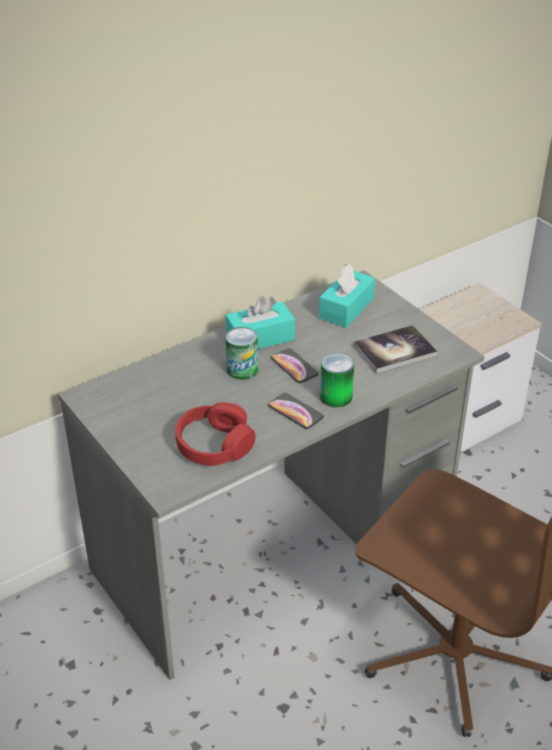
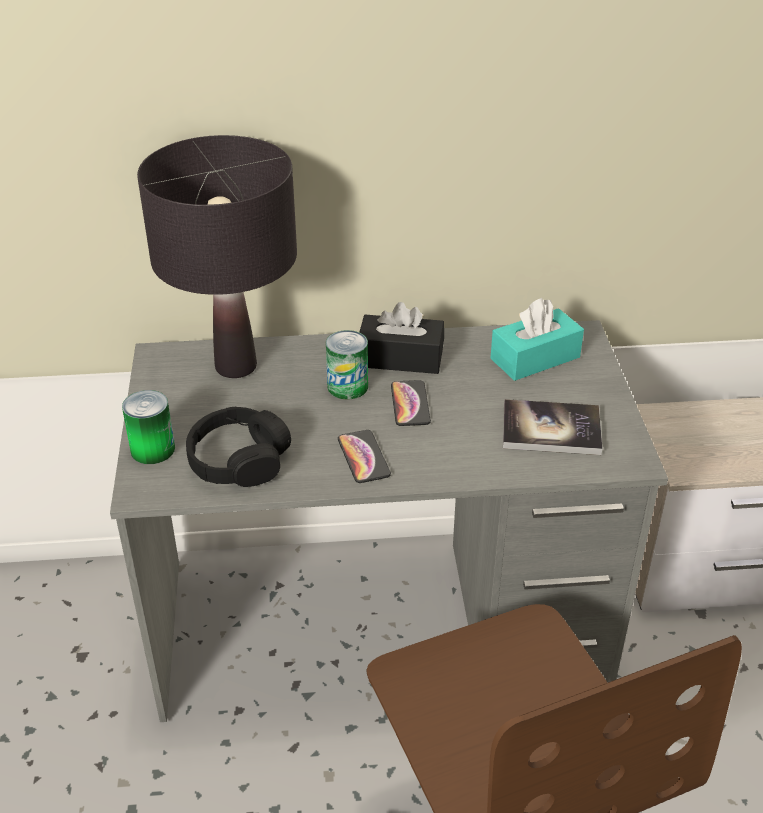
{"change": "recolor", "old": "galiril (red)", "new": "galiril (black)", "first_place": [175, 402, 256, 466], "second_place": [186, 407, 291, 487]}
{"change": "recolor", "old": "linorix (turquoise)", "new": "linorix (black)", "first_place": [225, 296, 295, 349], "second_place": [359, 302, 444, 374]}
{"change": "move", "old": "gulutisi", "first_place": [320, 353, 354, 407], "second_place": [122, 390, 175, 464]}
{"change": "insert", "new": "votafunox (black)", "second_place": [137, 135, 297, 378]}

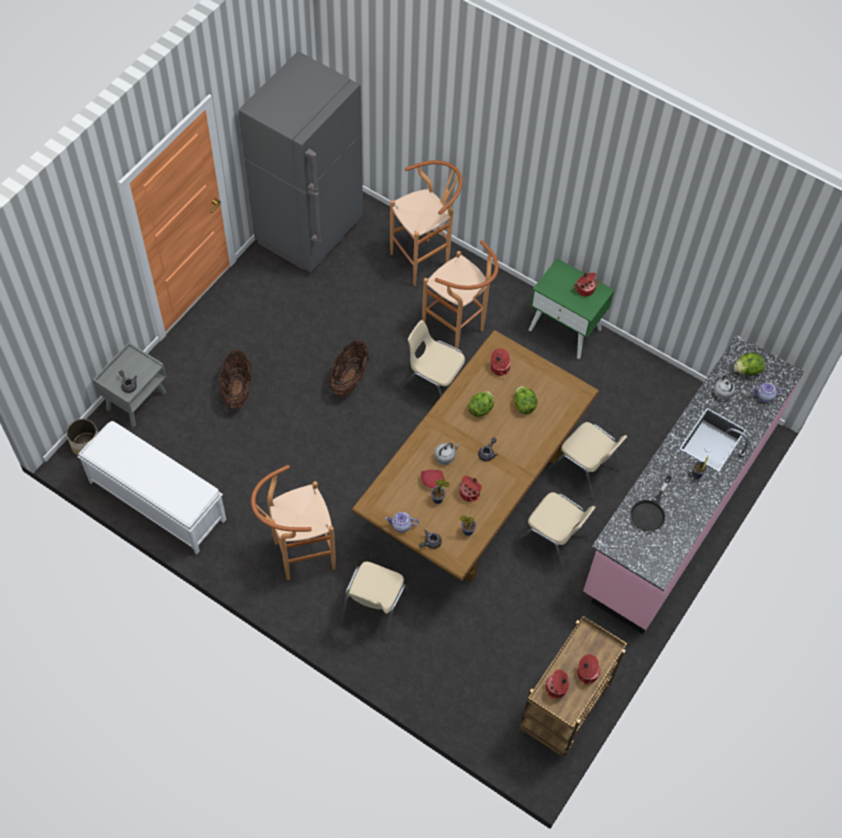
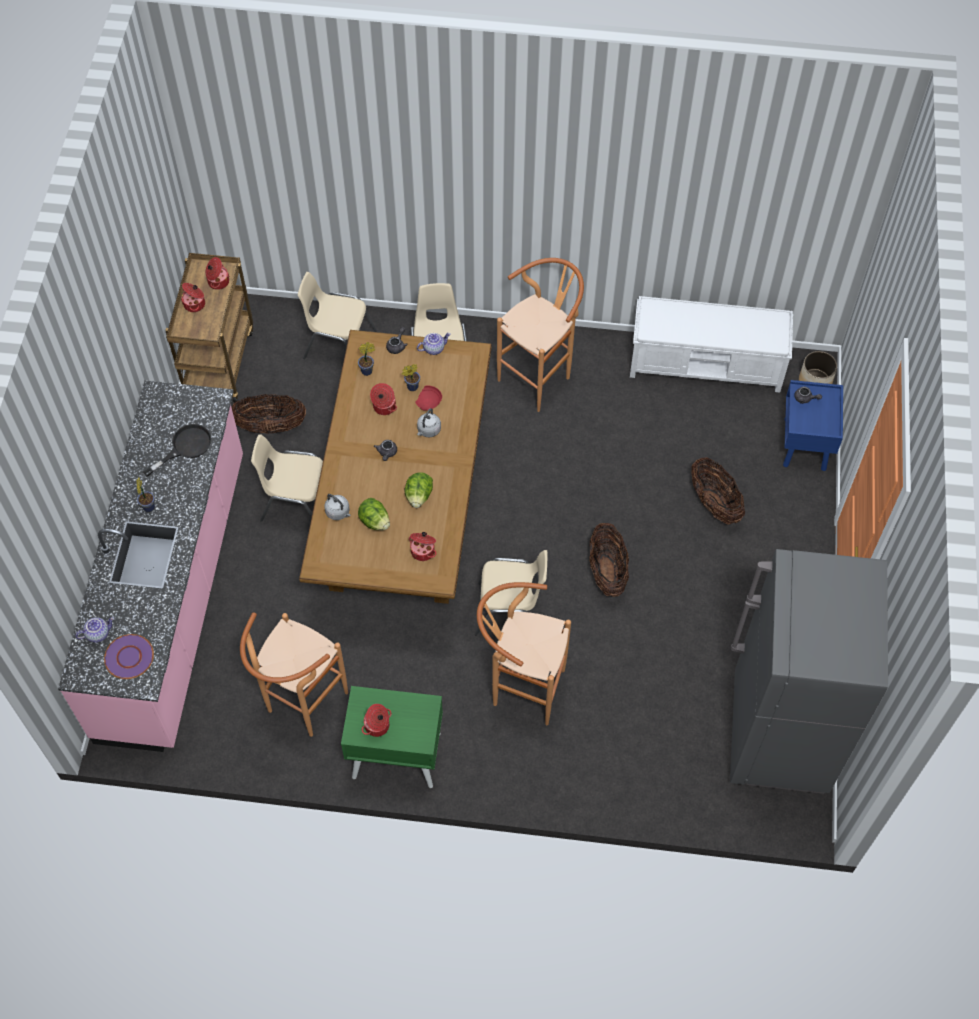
{"change": "recolor", "old": "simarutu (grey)", "new": "simarutu (blue)", "first_place": [93, 342, 167, 427], "second_place": [783, 380, 843, 471]}
{"change": "move", "old": "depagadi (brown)", "first_place": [390, 160, 463, 286], "second_place": [240, 613, 348, 737]}
{"change": "move", "old": "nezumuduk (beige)", "first_place": [548, 422, 627, 500], "second_place": [298, 272, 377, 359]}
{"change": "rotate", "old": "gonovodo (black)", "first_place": [631, 475, 672, 531], "second_place": [143, 424, 212, 477], "degrees": 45}
{"change": "move", "old": "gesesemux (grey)", "first_place": [714, 372, 735, 400], "second_place": [324, 494, 351, 520]}
{"change": "replace", "old": "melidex", "new": "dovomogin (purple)", "first_place": [734, 353, 765, 375], "second_place": [104, 634, 154, 679]}
{"change": "insert", "new": "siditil", "second_place": [231, 394, 306, 434]}

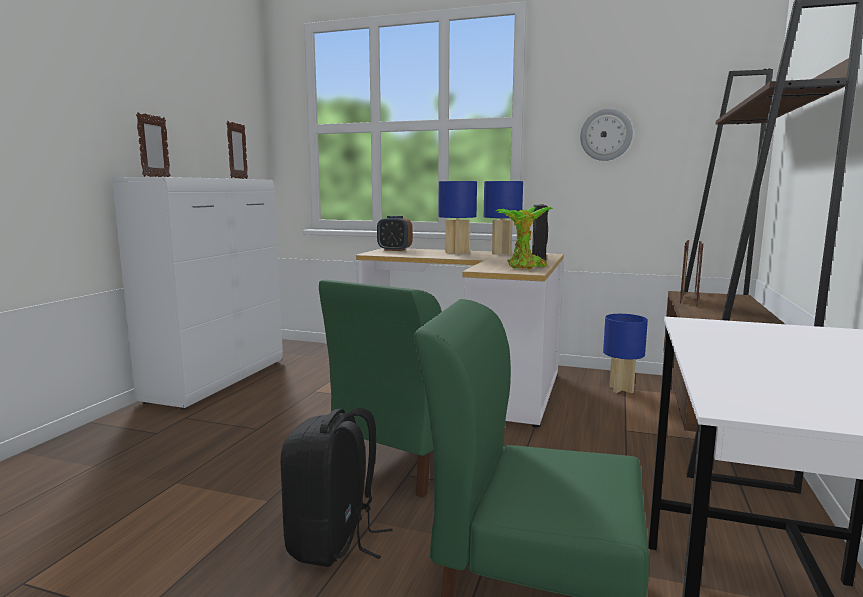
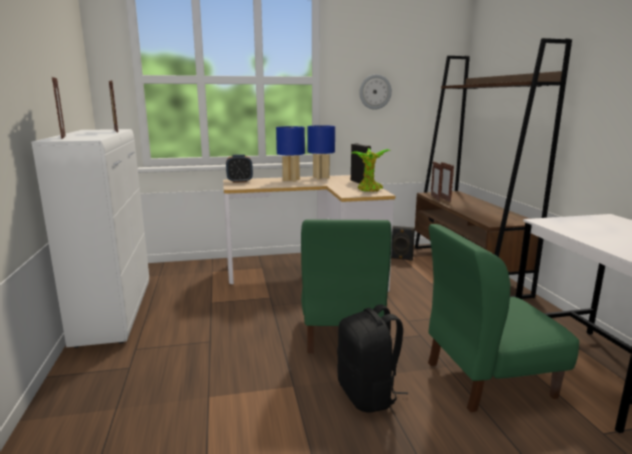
{"change": "replace", "old": "votafunox (blue)", "new": "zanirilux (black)", "first_place": [603, 314, 648, 393], "second_place": [391, 226, 415, 261]}

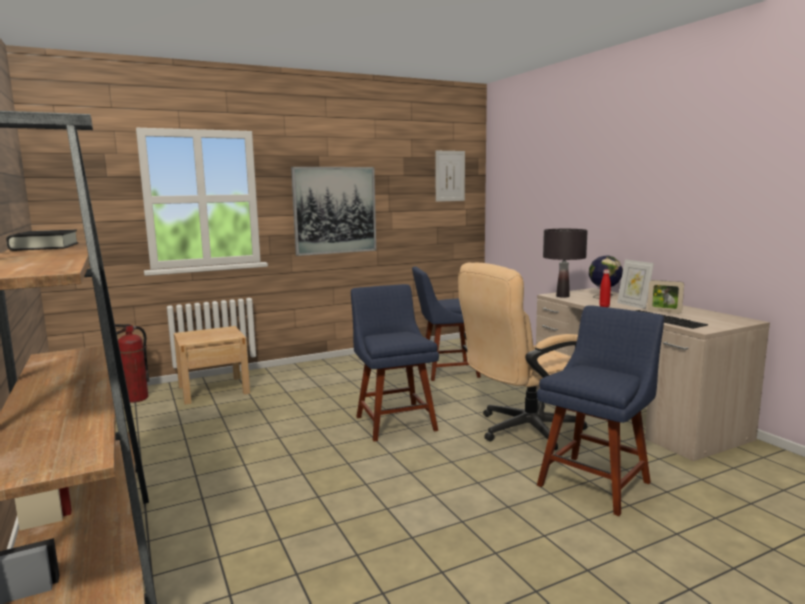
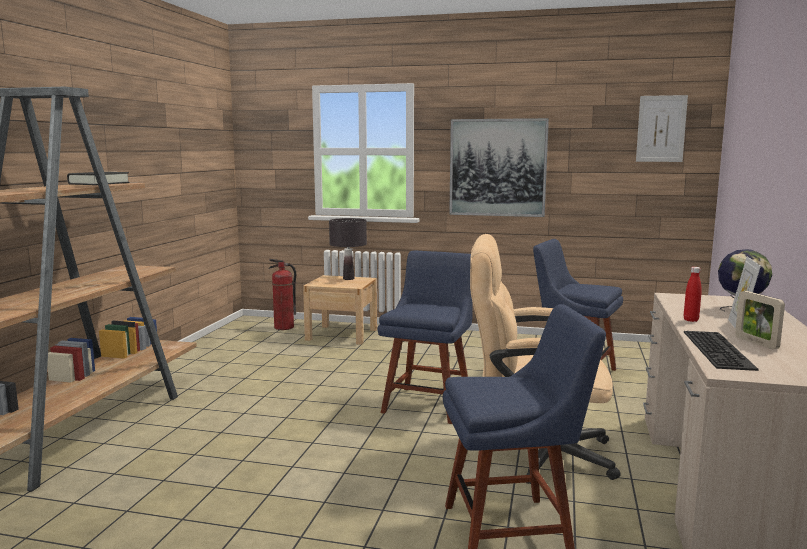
{"change": "move", "old": "votafunox (black)", "first_place": [543, 229, 588, 298], "second_place": [329, 218, 367, 280]}

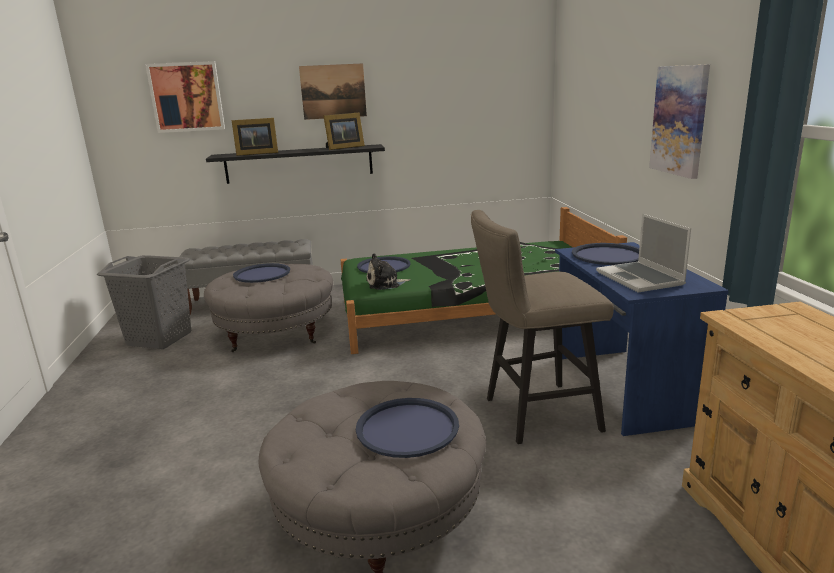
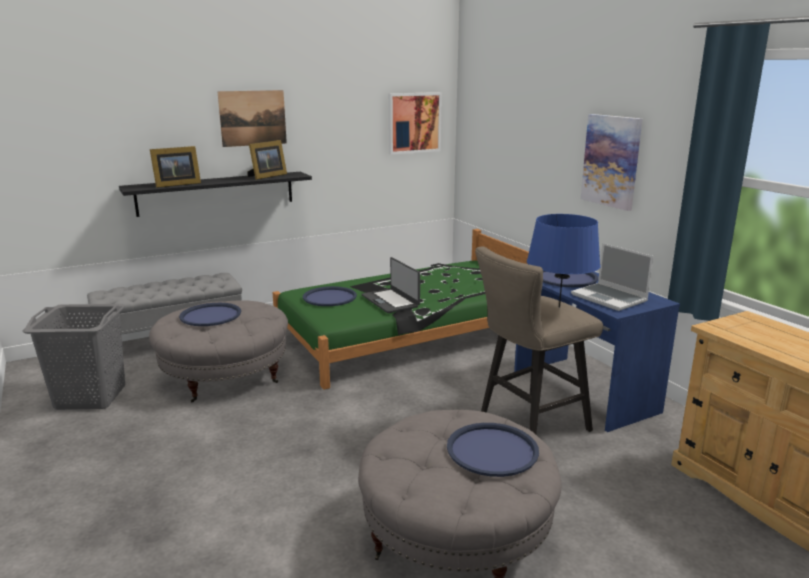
{"change": "move", "old": "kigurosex", "first_place": [145, 61, 225, 133], "second_place": [388, 92, 442, 155]}
{"change": "delete", "old": "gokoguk", "first_place": [366, 253, 411, 290]}
{"change": "insert", "new": "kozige", "second_place": [362, 257, 420, 313]}
{"change": "insert", "new": "votafunox (blue)", "second_place": [527, 214, 601, 308]}

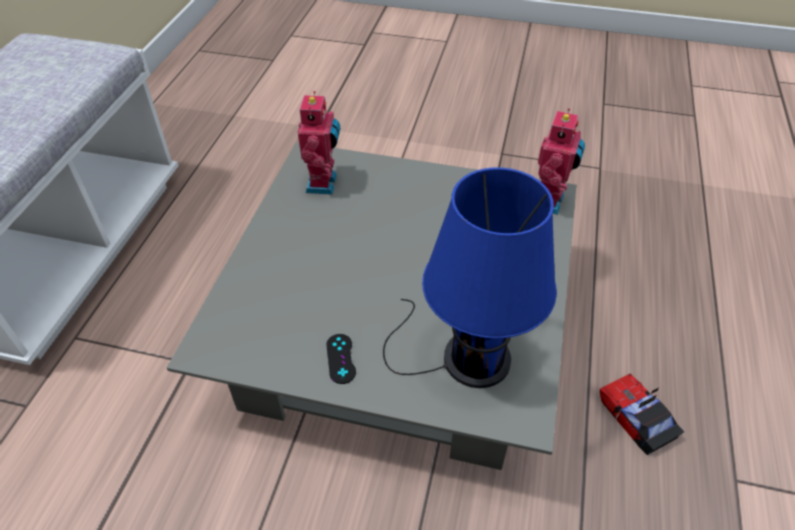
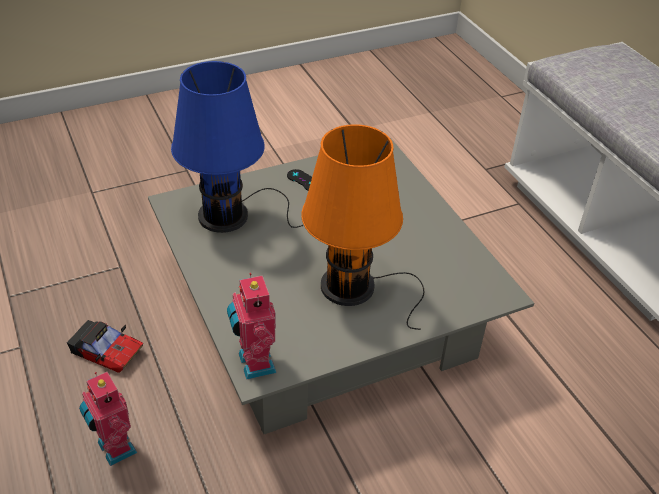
{"change": "move", "old": "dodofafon", "first_place": [298, 91, 340, 195], "second_place": [79, 372, 137, 466]}
{"change": "insert", "new": "votafunox (orange)", "second_place": [301, 124, 424, 330]}

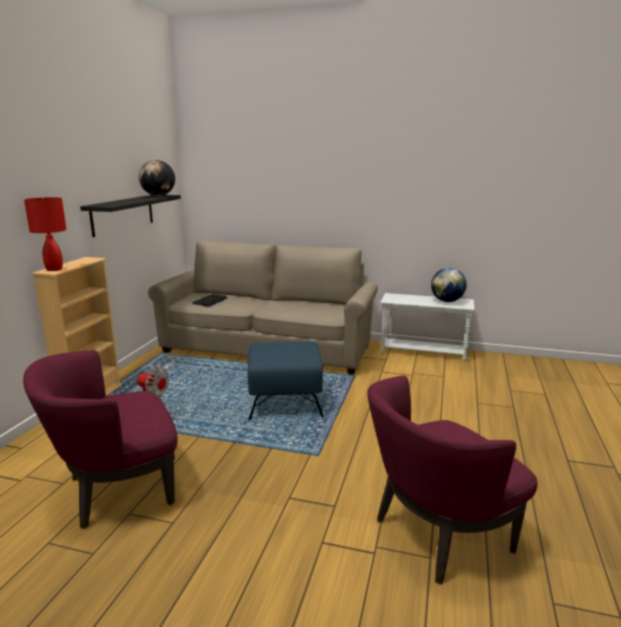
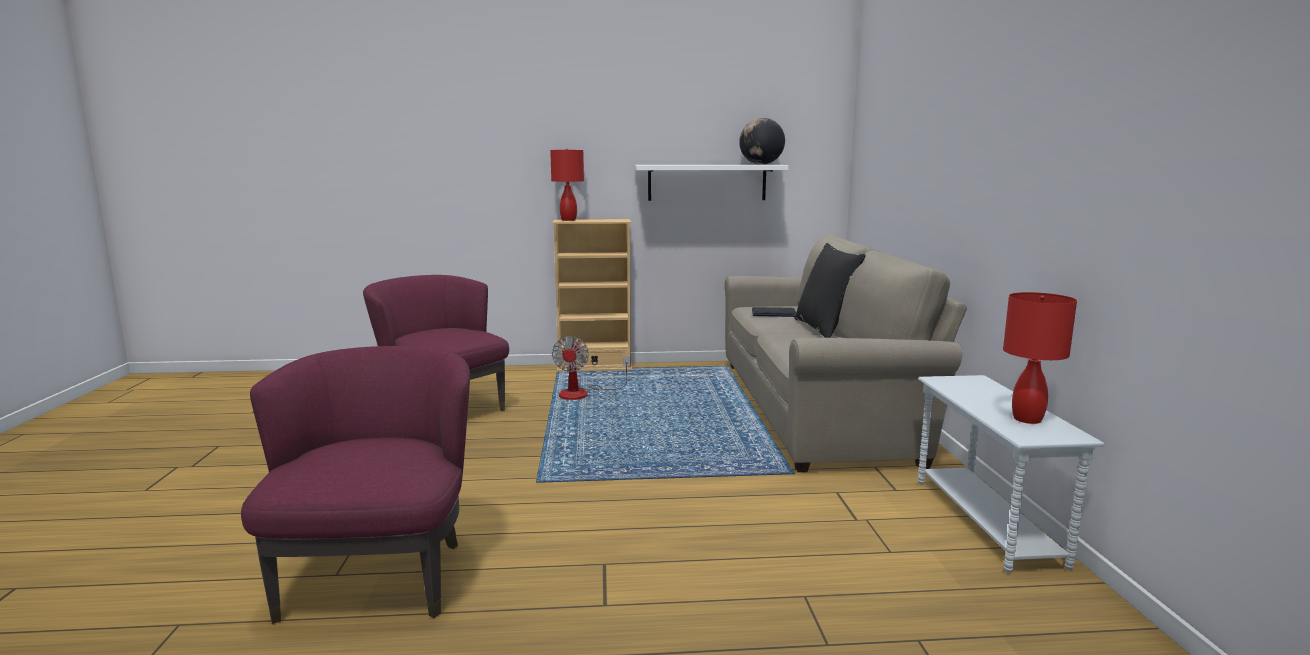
{"change": "recolor", "old": "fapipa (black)", "new": "fapipa (white)", "first_place": [80, 195, 181, 237], "second_place": [635, 165, 789, 201]}
{"change": "delete", "old": "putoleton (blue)", "first_place": [247, 342, 324, 420]}
{"change": "rotate", "old": "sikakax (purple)", "first_place": [367, 376, 537, 585], "second_place": [241, 346, 470, 624], "degrees": 45}
{"change": "replace", "old": "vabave", "new": "votafunox (red)", "first_place": [431, 268, 467, 302], "second_place": [1003, 292, 1077, 424]}
{"change": "insert", "new": "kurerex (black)", "second_place": [794, 243, 865, 338]}

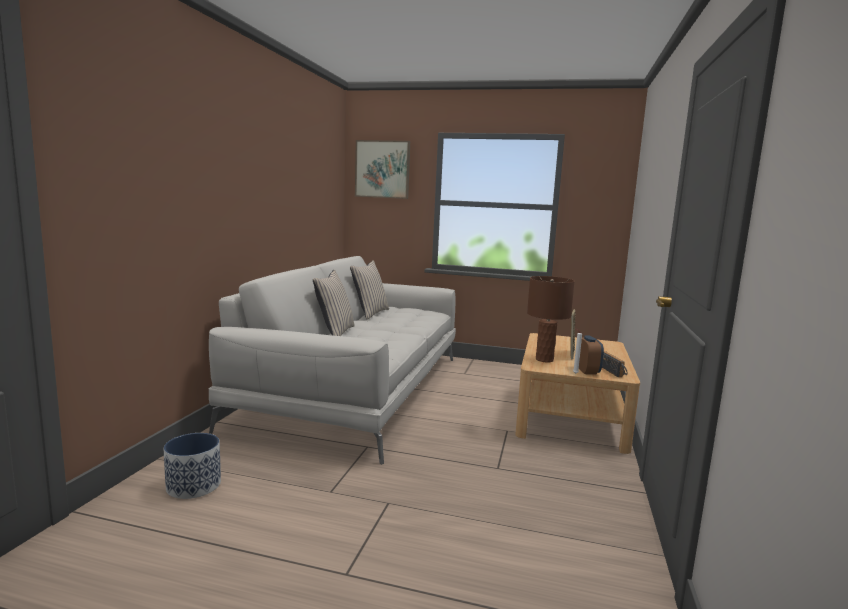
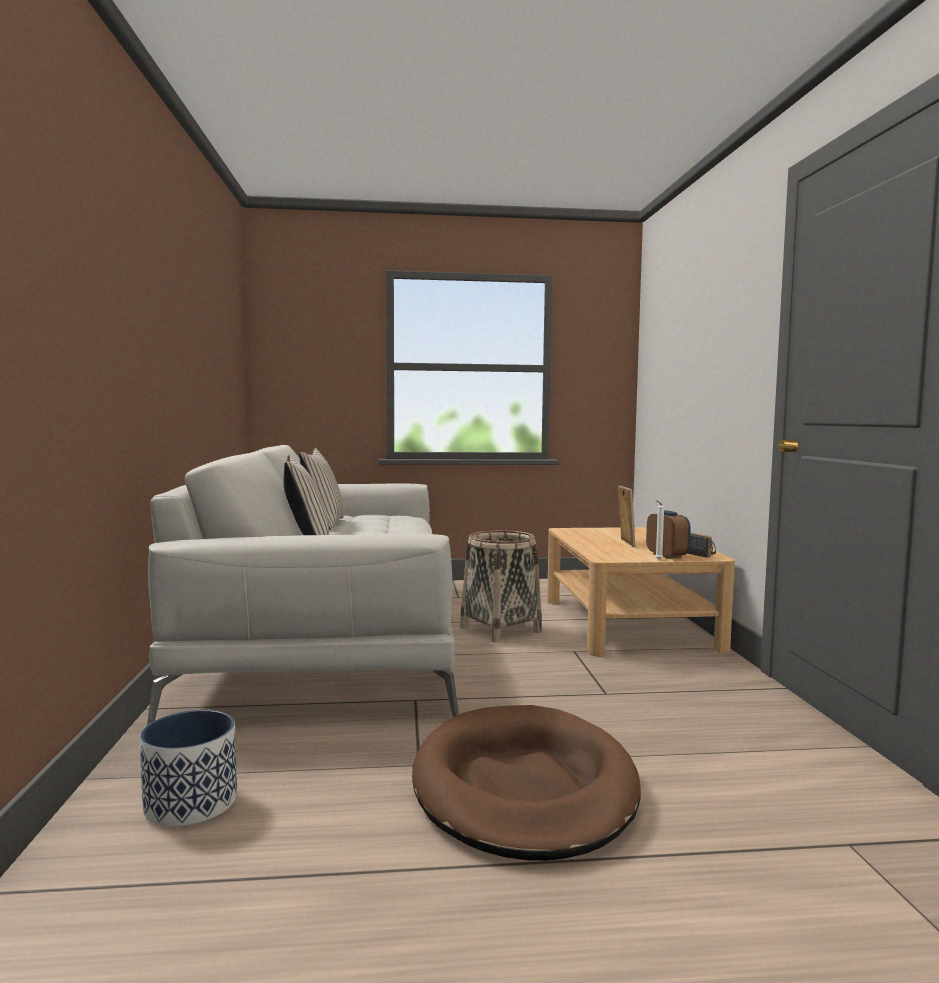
{"change": "delete", "old": "kigurosex", "first_place": [355, 140, 410, 199]}
{"change": "delete", "old": "votafunox (brown)", "first_place": [527, 276, 575, 362]}
{"change": "insert", "new": "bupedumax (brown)", "second_place": [412, 705, 641, 861]}
{"change": "insert", "new": "siditil", "second_place": [460, 530, 542, 643]}

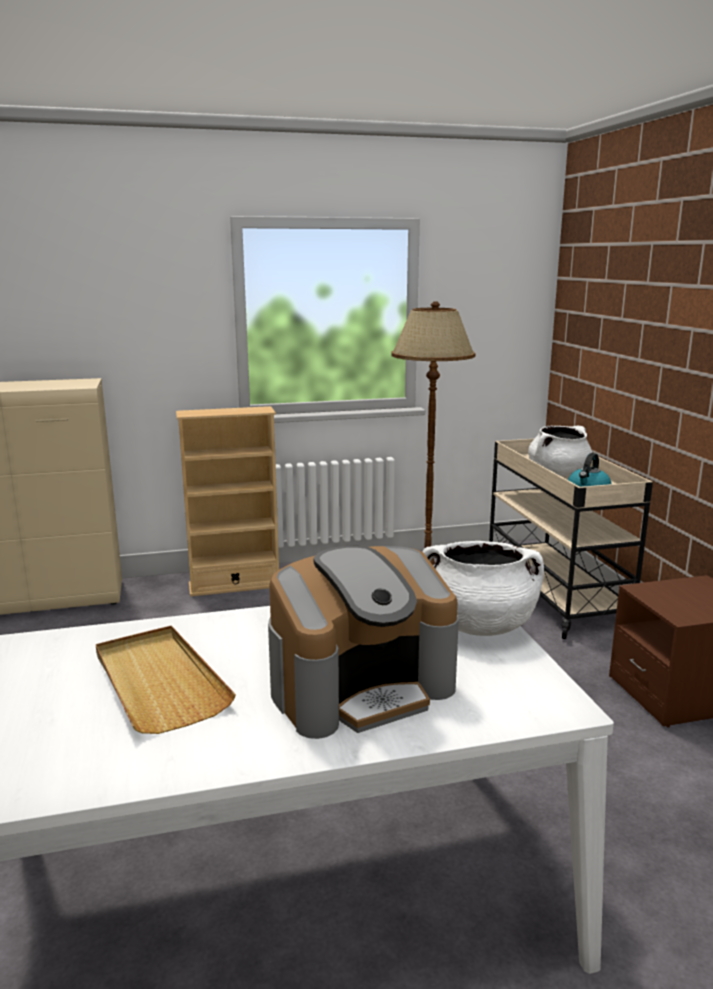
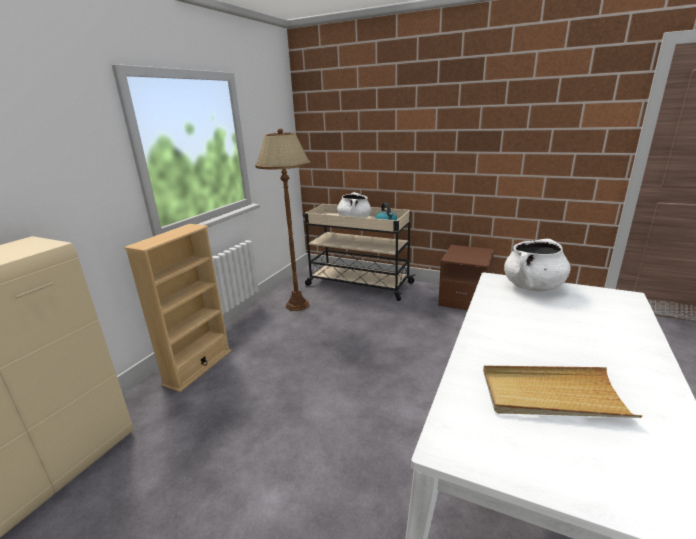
{"change": "delete", "old": "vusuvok", "first_place": [268, 546, 459, 739]}

